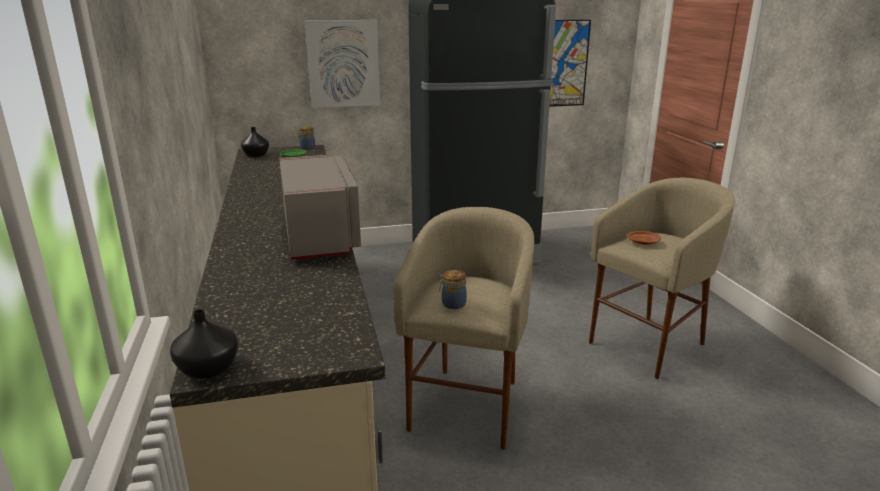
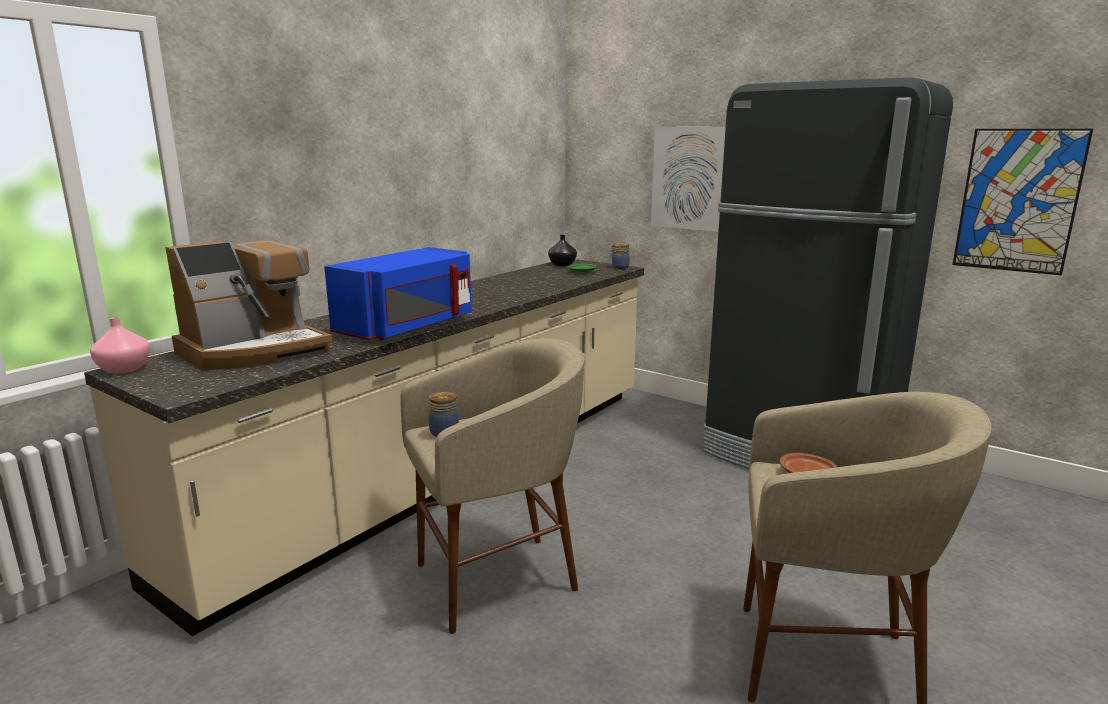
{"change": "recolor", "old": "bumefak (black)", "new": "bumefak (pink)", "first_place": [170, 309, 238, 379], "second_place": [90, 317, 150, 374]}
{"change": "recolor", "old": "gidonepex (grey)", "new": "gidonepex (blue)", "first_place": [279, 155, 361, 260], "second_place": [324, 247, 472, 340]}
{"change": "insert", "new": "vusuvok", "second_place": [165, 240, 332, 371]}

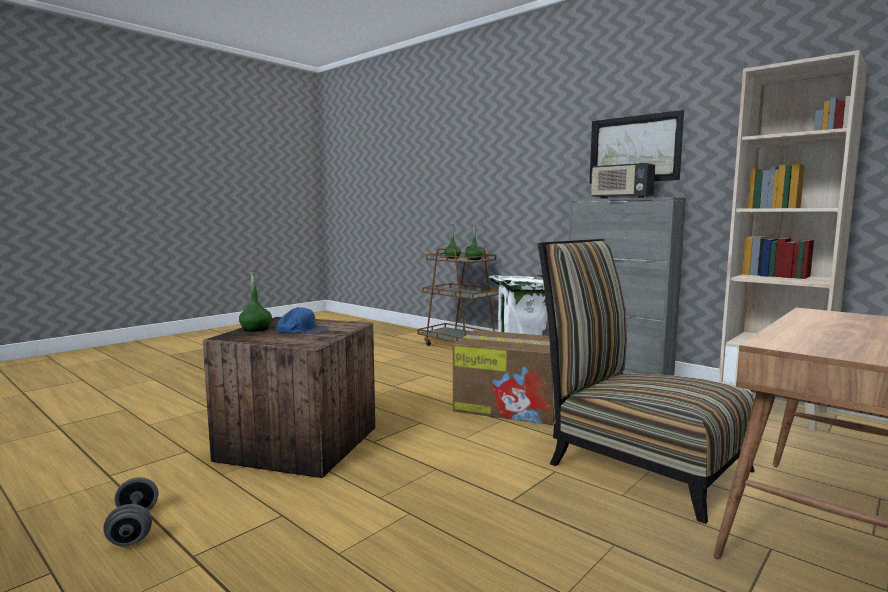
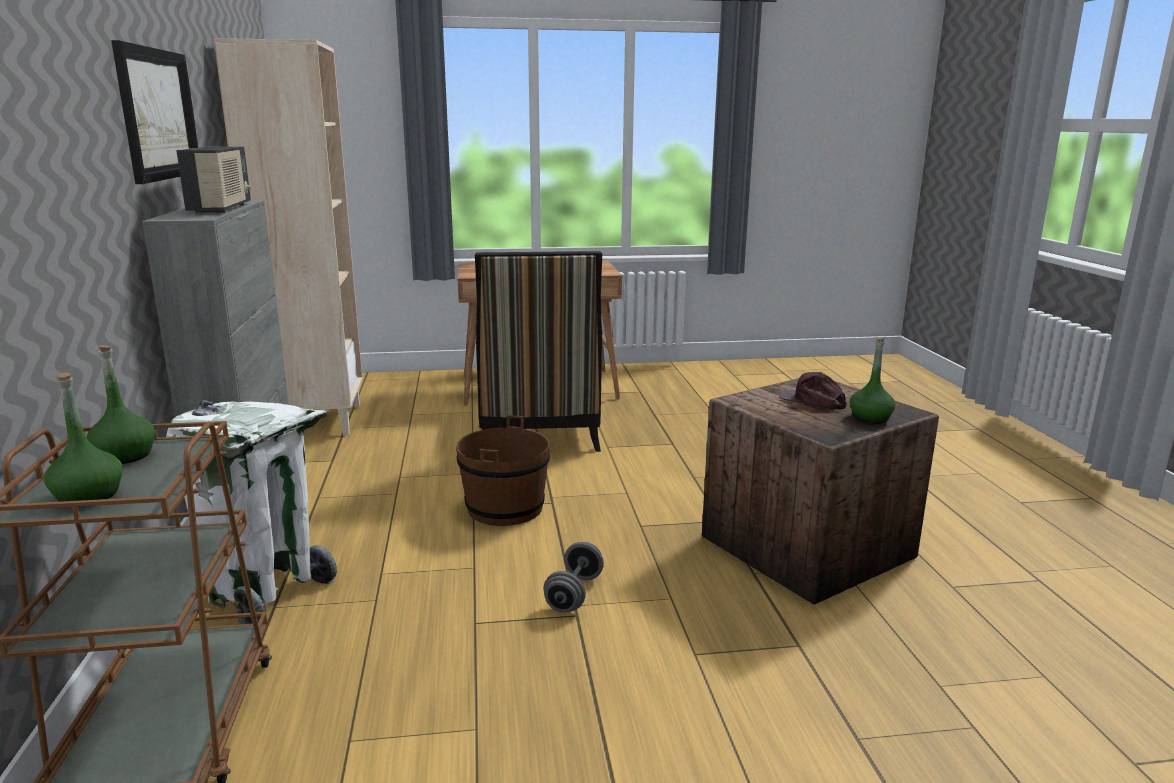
{"change": "move", "old": "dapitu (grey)", "first_place": [103, 477, 159, 547], "second_place": [543, 542, 604, 613]}
{"change": "recolor", "old": "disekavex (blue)", "new": "disekavex (brown)", "first_place": [275, 307, 329, 334], "second_place": [779, 372, 847, 409]}
{"change": "replace", "old": "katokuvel", "new": "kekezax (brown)", "first_place": [453, 330, 555, 425], "second_place": [456, 415, 550, 526]}

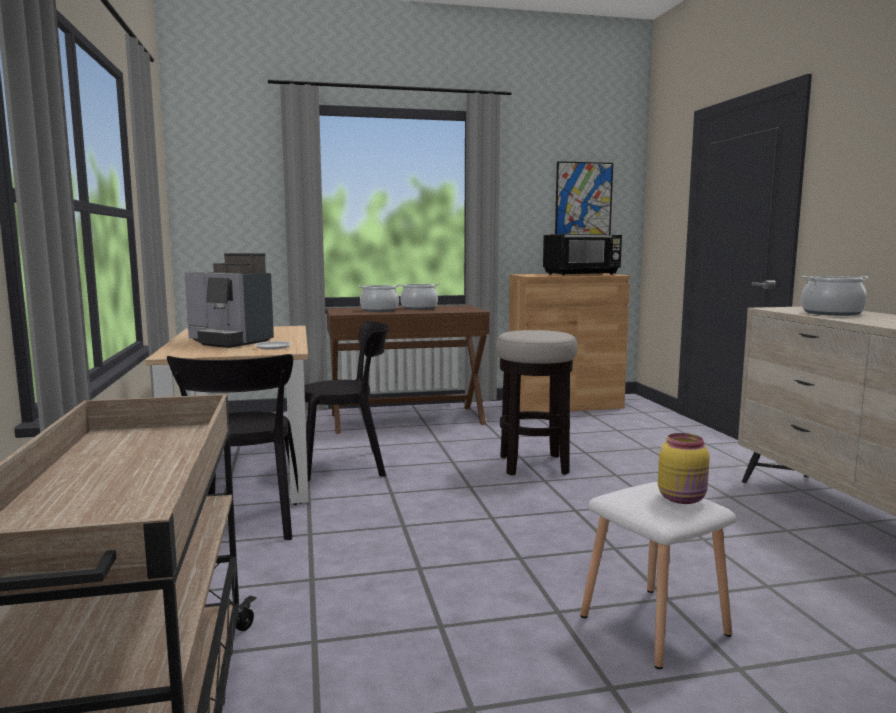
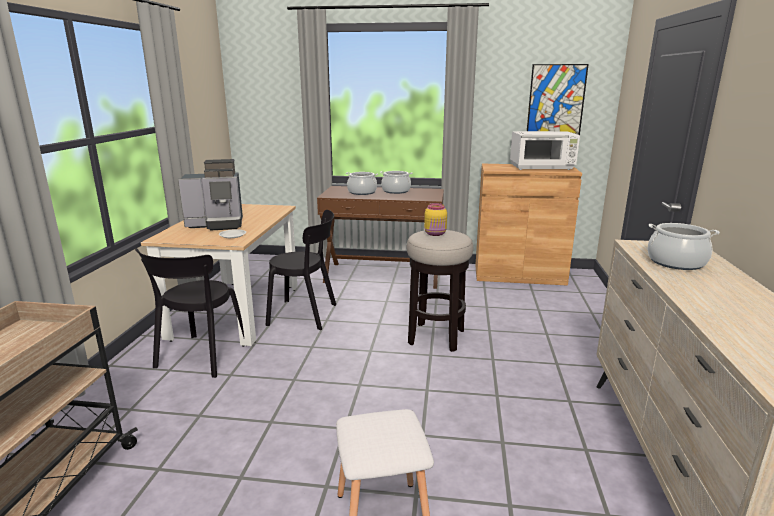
{"change": "rotate", "old": "vusuvok", "first_place": [185, 253, 274, 348], "second_place": [178, 159, 243, 230], "degrees": -60}
{"change": "recolor", "old": "gidonepex (black)", "new": "gidonepex (white)", "first_place": [543, 234, 622, 276], "second_place": [510, 131, 580, 170]}
{"change": "move", "old": "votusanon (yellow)", "first_place": [658, 433, 710, 504], "second_place": [424, 203, 447, 236]}

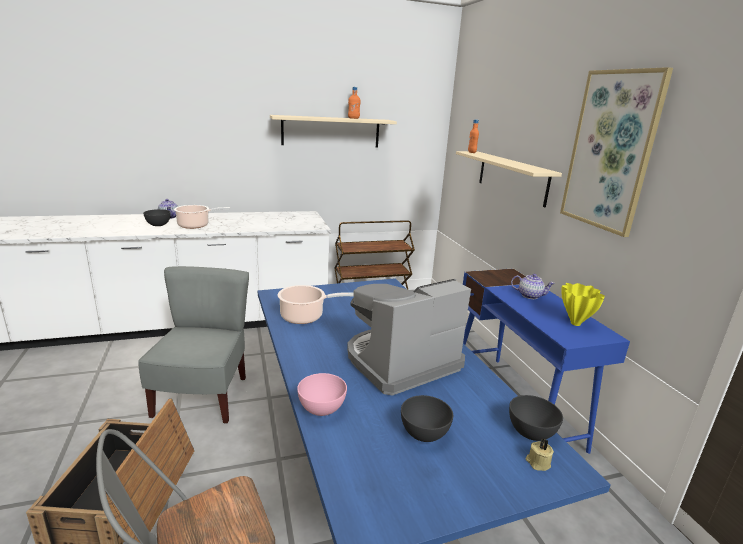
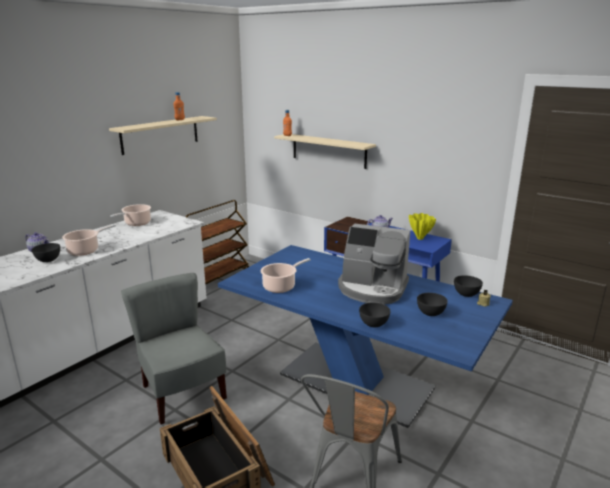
{"change": "recolor", "old": "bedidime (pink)", "new": "bedidime (grey)", "first_place": [297, 373, 347, 416], "second_place": [359, 302, 390, 327]}
{"change": "rotate", "old": "vusuvok", "first_place": [347, 279, 471, 396], "second_place": [338, 223, 410, 304], "degrees": -90}
{"change": "delete", "old": "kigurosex", "first_place": [560, 67, 673, 237]}
{"change": "insert", "new": "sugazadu", "second_place": [110, 204, 151, 226]}

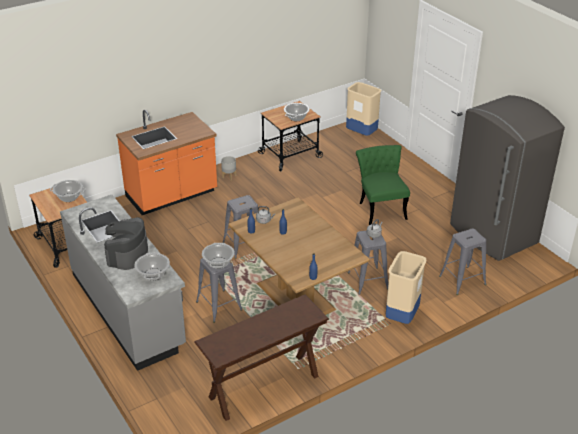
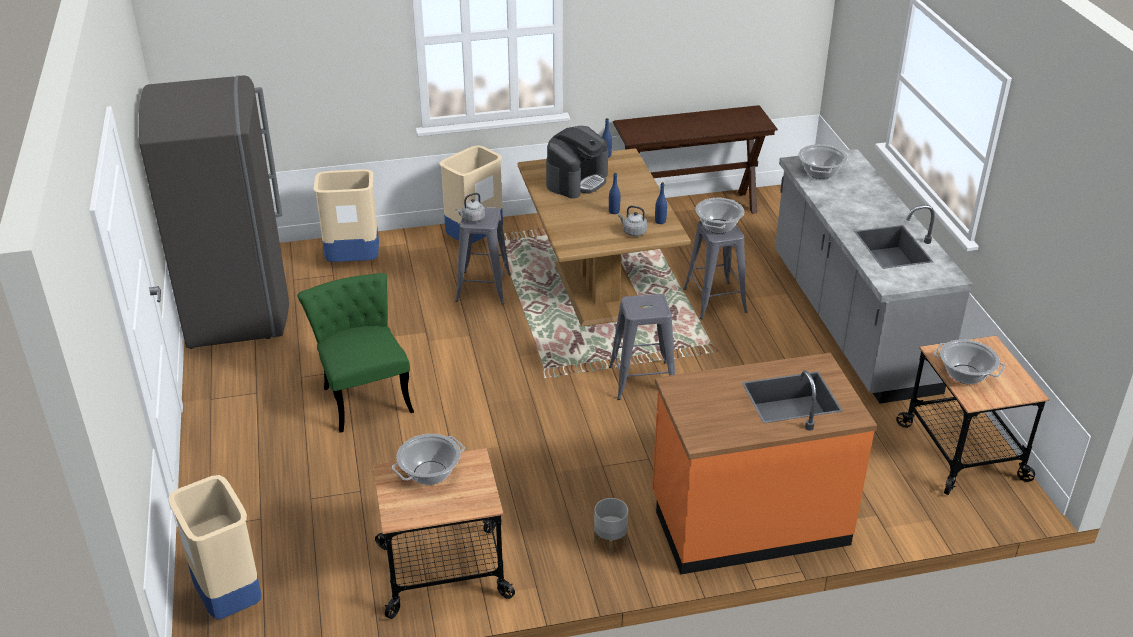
{"change": "move", "old": "vusuvok", "first_place": [104, 217, 148, 270], "second_place": [546, 126, 608, 199]}
{"change": "rotate", "old": "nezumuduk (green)", "first_place": [356, 145, 410, 225], "second_place": [297, 273, 414, 433], "degrees": 150}
{"change": "replace", "old": "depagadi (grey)", "new": "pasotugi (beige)", "first_place": [439, 229, 486, 295], "second_place": [314, 169, 379, 262]}

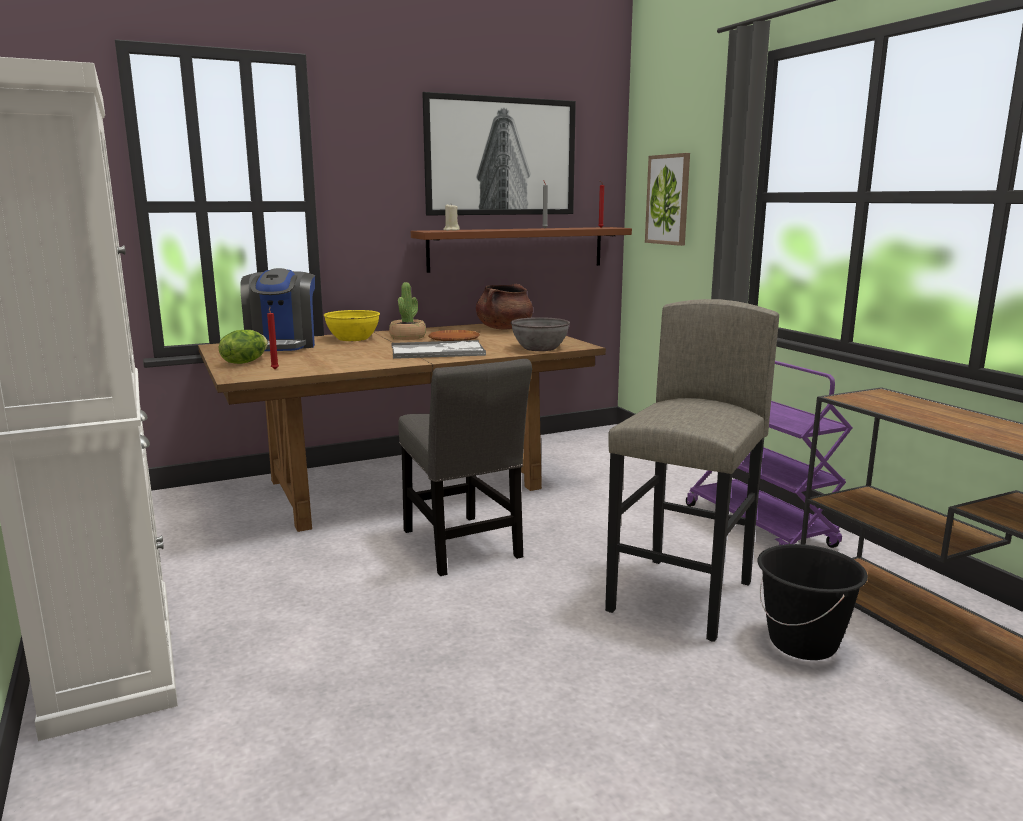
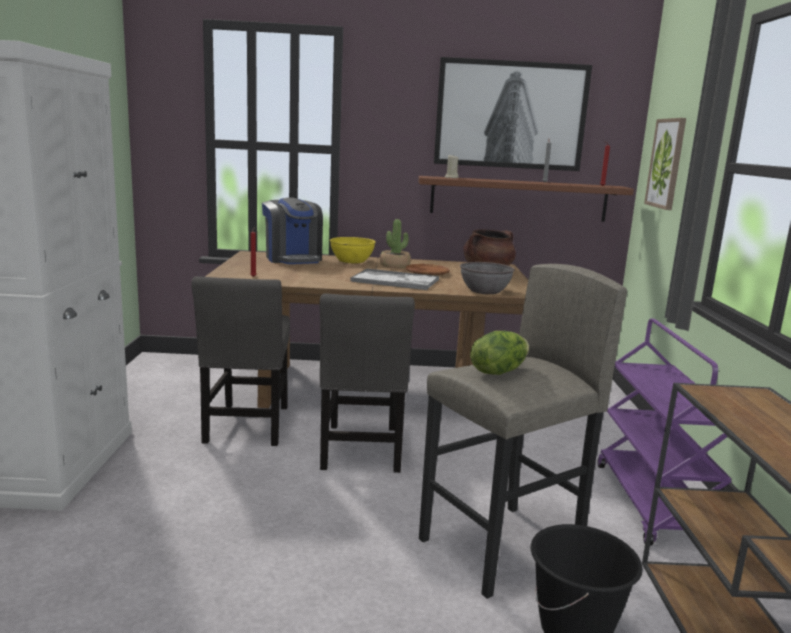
{"change": "move", "old": "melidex", "first_place": [219, 330, 268, 364], "second_place": [470, 331, 529, 375]}
{"change": "rotate", "old": "vusuvok", "first_place": [240, 268, 315, 351], "second_place": [262, 197, 323, 264], "degrees": -45}
{"change": "insert", "new": "nezumuduk (grey)", "second_place": [191, 276, 290, 446]}

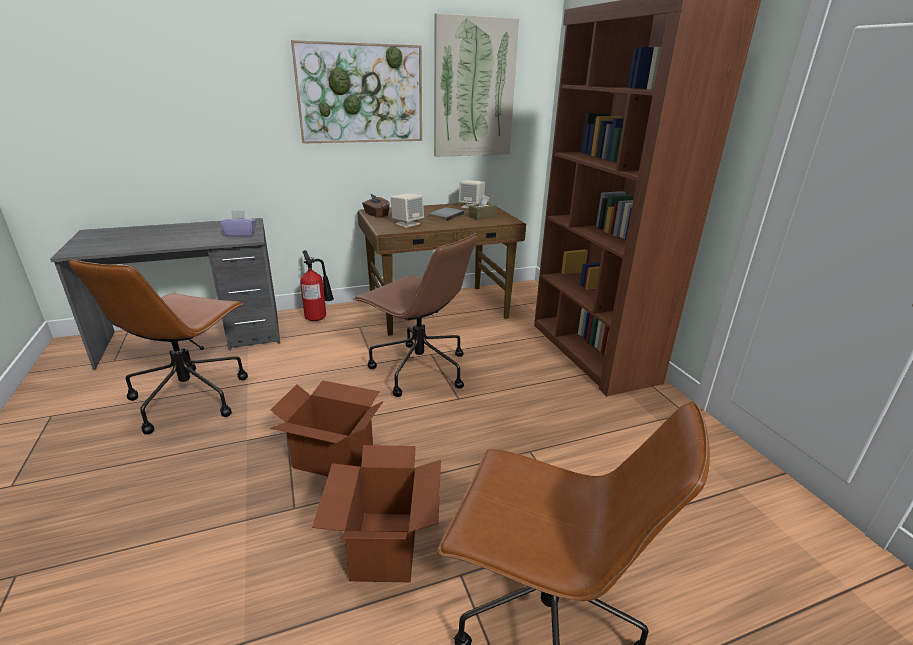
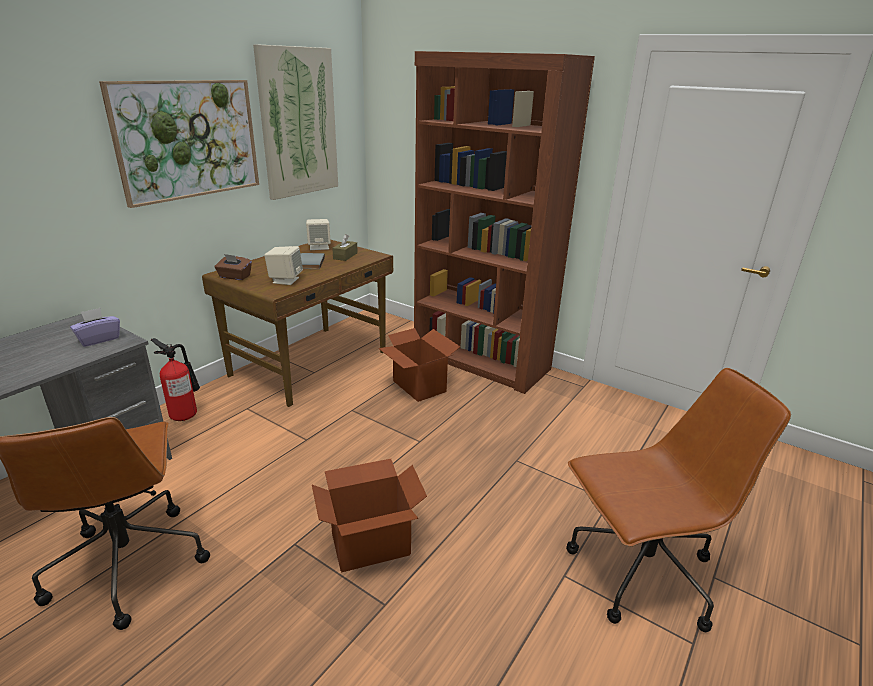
{"change": "move", "old": "katokuvel", "first_place": [312, 445, 441, 582], "second_place": [378, 328, 460, 402]}
{"change": "delete", "old": "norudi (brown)", "first_place": [353, 233, 477, 397]}

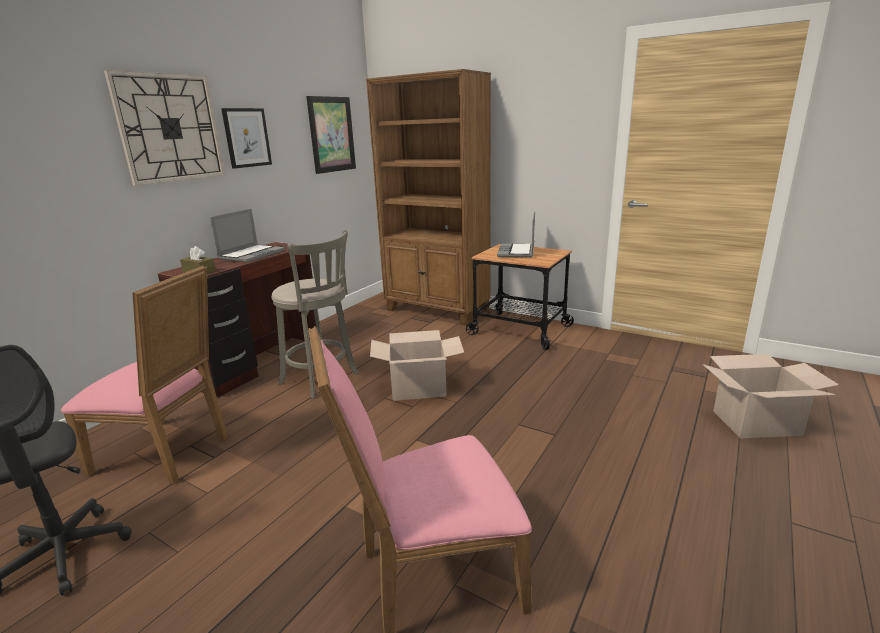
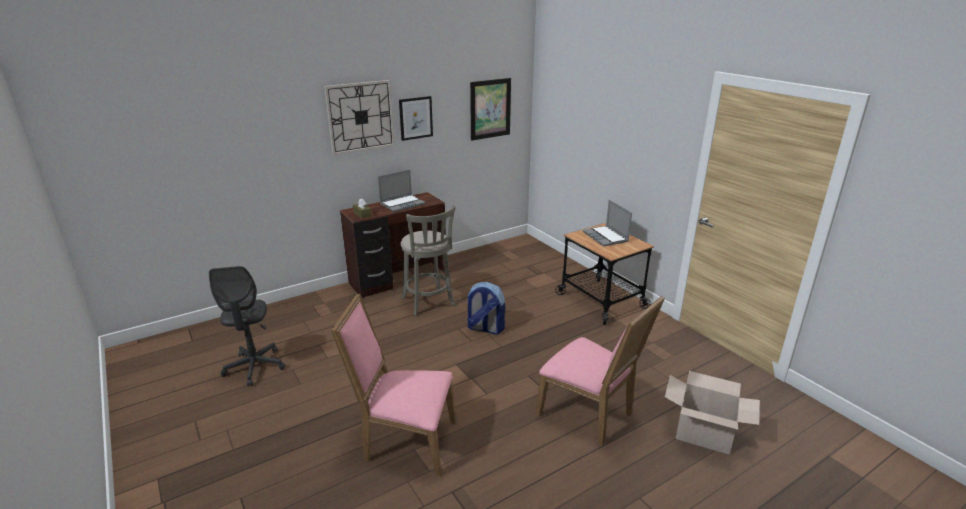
{"change": "move", "old": "nezumuduk (pink)", "first_place": [61, 266, 228, 484], "second_place": [536, 296, 665, 446]}
{"change": "delete", "old": "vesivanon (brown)", "first_place": [366, 69, 491, 325]}
{"change": "replace", "old": "katokuvel", "new": "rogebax", "first_place": [370, 330, 464, 401], "second_place": [466, 282, 505, 335]}
{"change": "rotate", "old": "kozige", "first_place": [497, 211, 535, 258], "second_place": [583, 200, 632, 247], "degrees": -60}

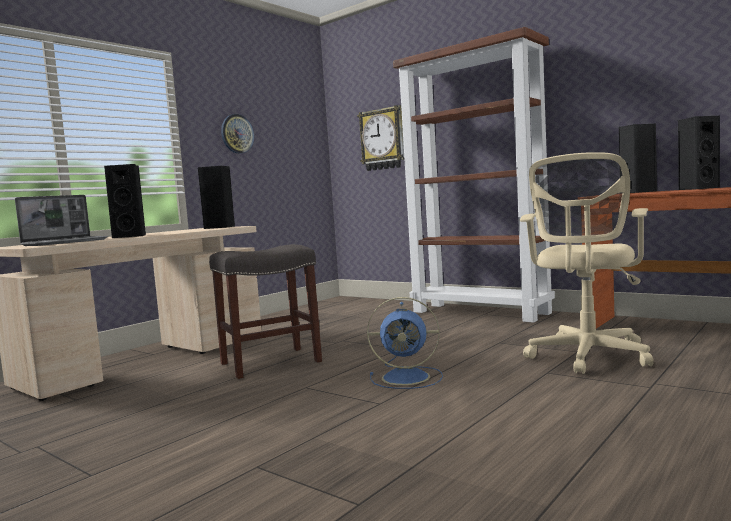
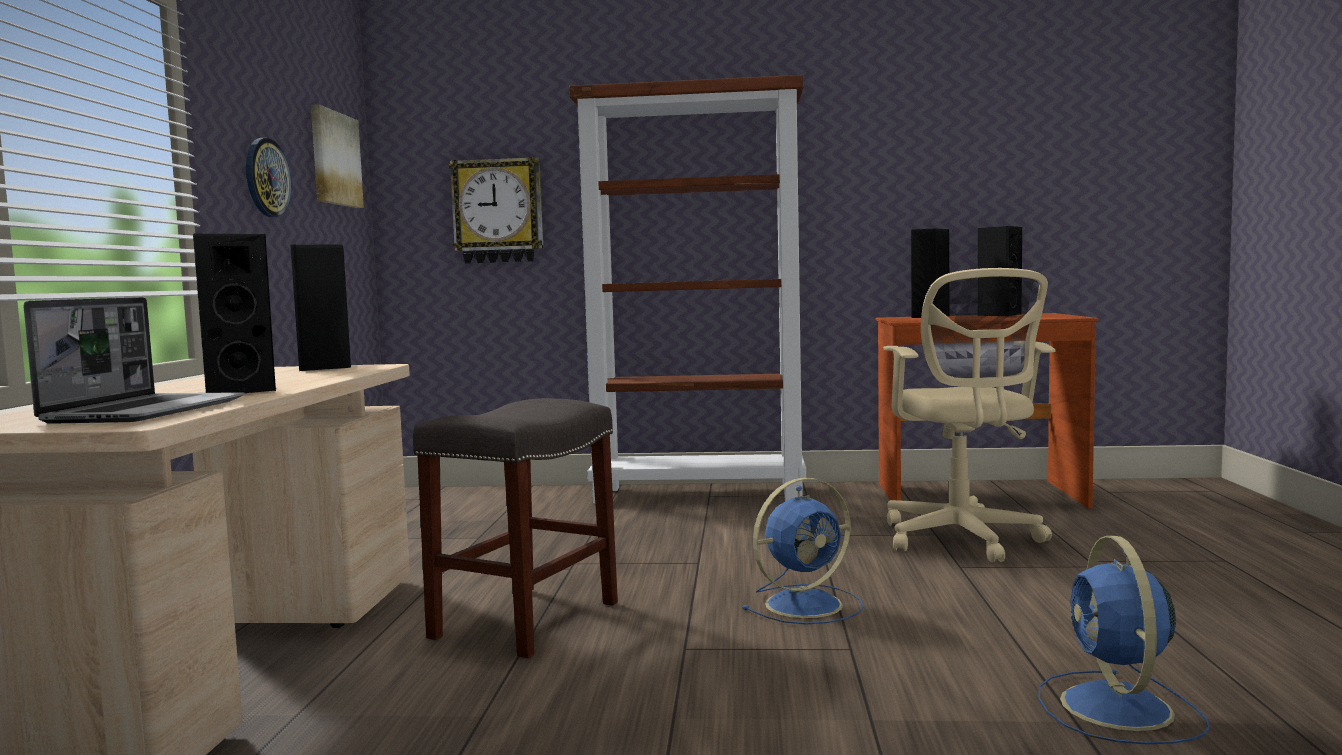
{"change": "insert", "new": "kigurosex", "second_place": [311, 104, 364, 208]}
{"change": "insert", "new": "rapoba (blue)", "second_place": [1038, 536, 1210, 744]}

